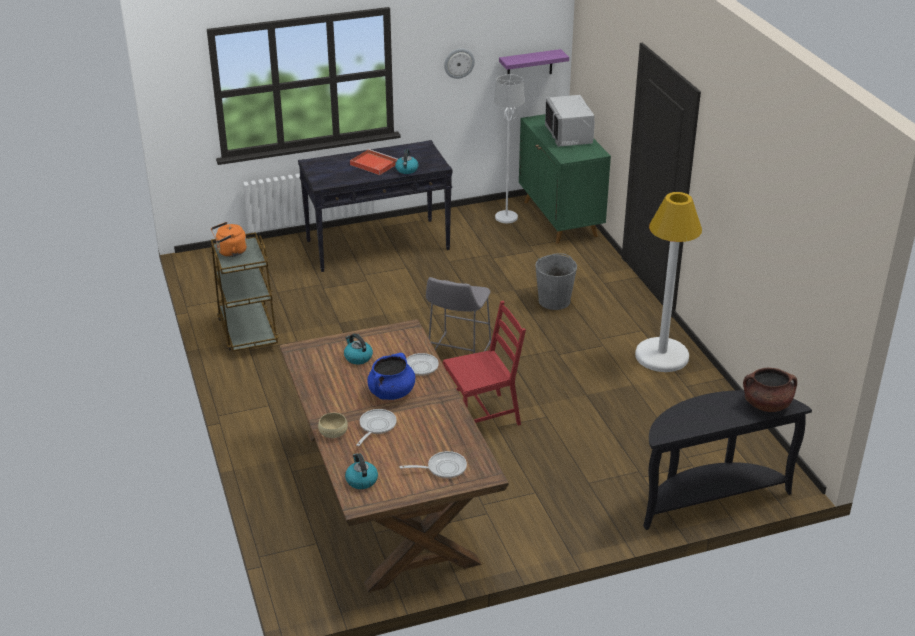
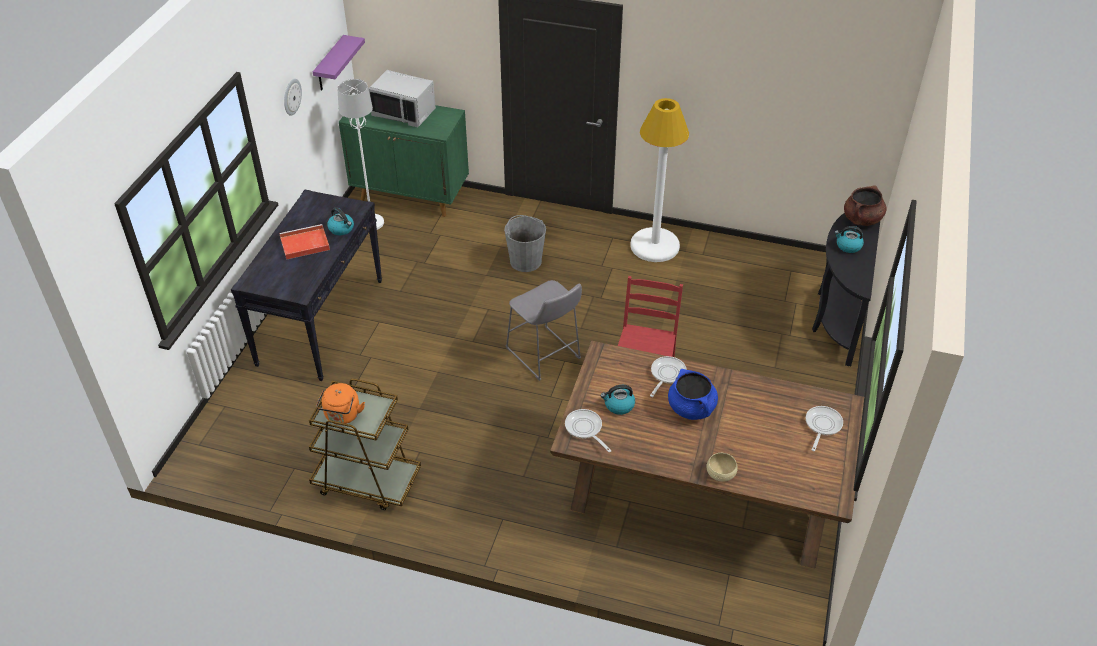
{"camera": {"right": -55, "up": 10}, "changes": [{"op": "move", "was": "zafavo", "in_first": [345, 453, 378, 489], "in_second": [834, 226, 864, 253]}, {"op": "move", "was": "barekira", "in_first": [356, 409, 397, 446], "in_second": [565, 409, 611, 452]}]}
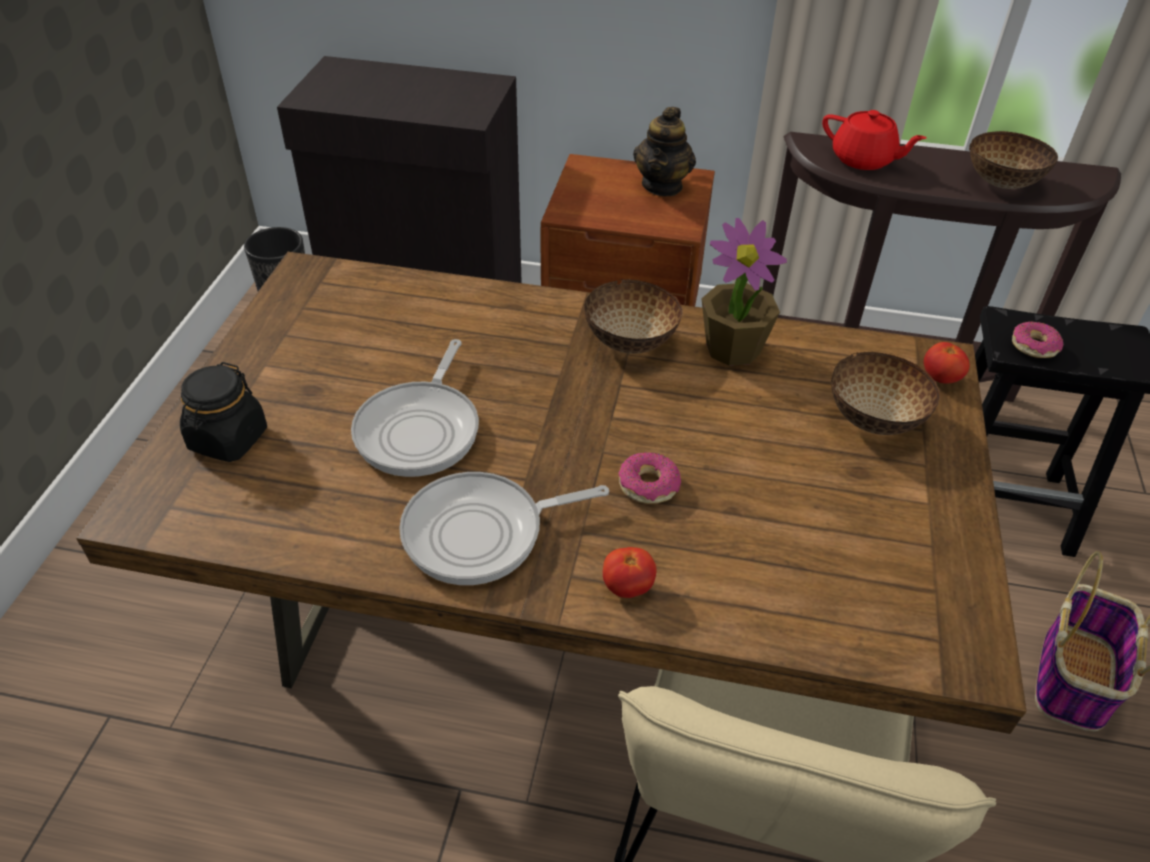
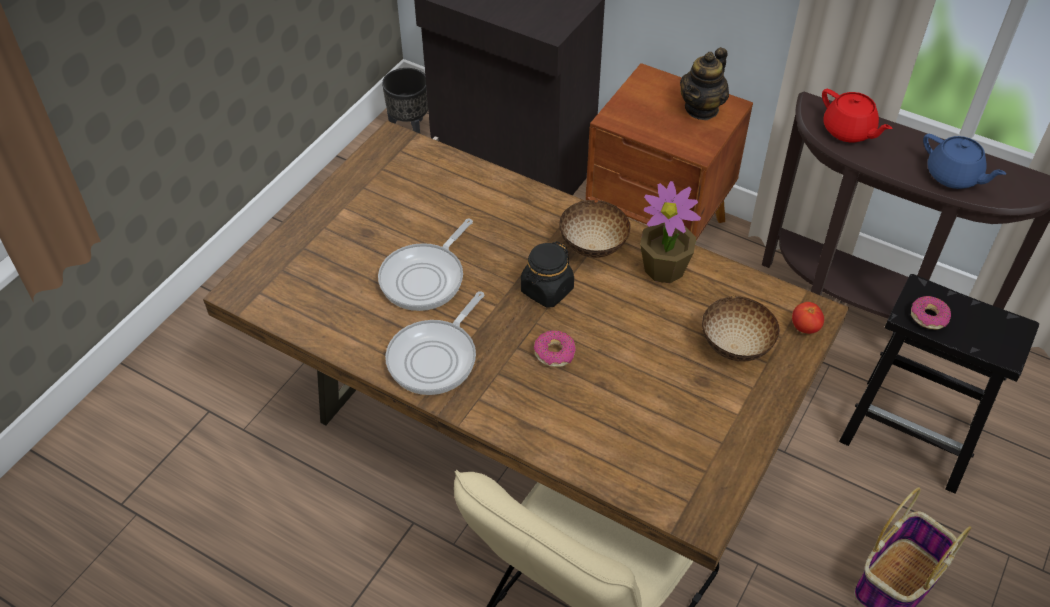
{"camera": {"right": 20, "up": 5}, "changes": [{"op": "delete", "was": "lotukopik", "in_first": [603, 547, 656, 598]}, {"op": "move", "was": "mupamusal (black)", "in_first": [180, 362, 267, 462], "in_second": [521, 241, 574, 308]}, {"op": "replace", "was": "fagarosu", "now": "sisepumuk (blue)", "in_first": [969, 131, 1058, 189], "in_second": [923, 134, 1006, 189]}, {"op": "rotate", "was": "barekira", "in_first": [399, 472, 609, 585], "in_second": [385, 291, 485, 395], "clockwise": -60}]}
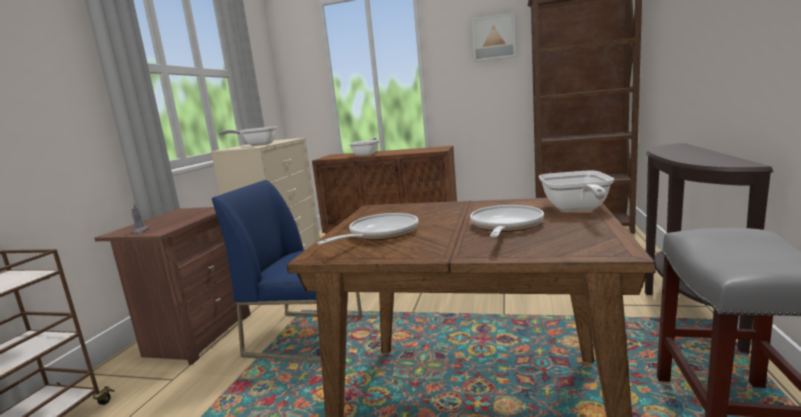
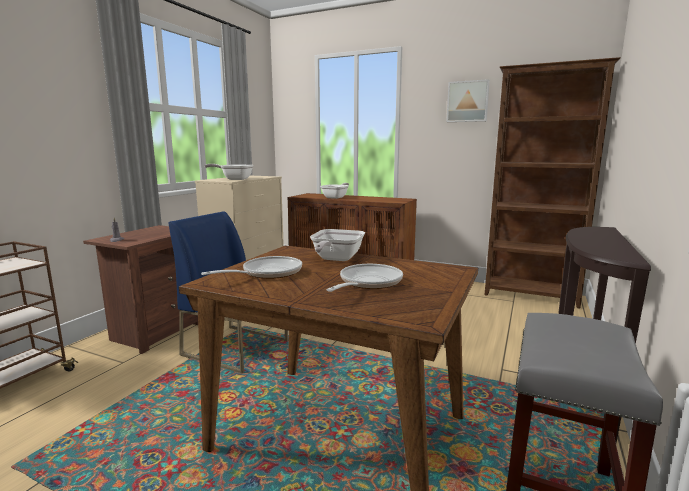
{"camera": {"right": 10, "up": 0}, "changes": [{"op": "move", "was": "barekira", "in_first": [539, 171, 614, 212], "in_second": [310, 229, 365, 261]}]}
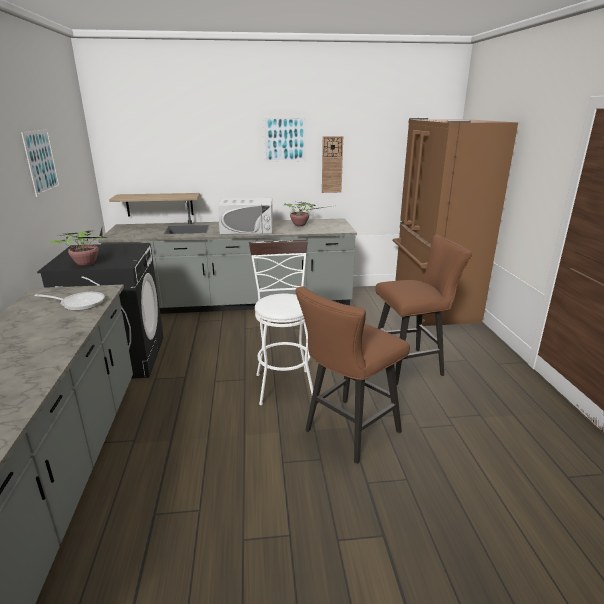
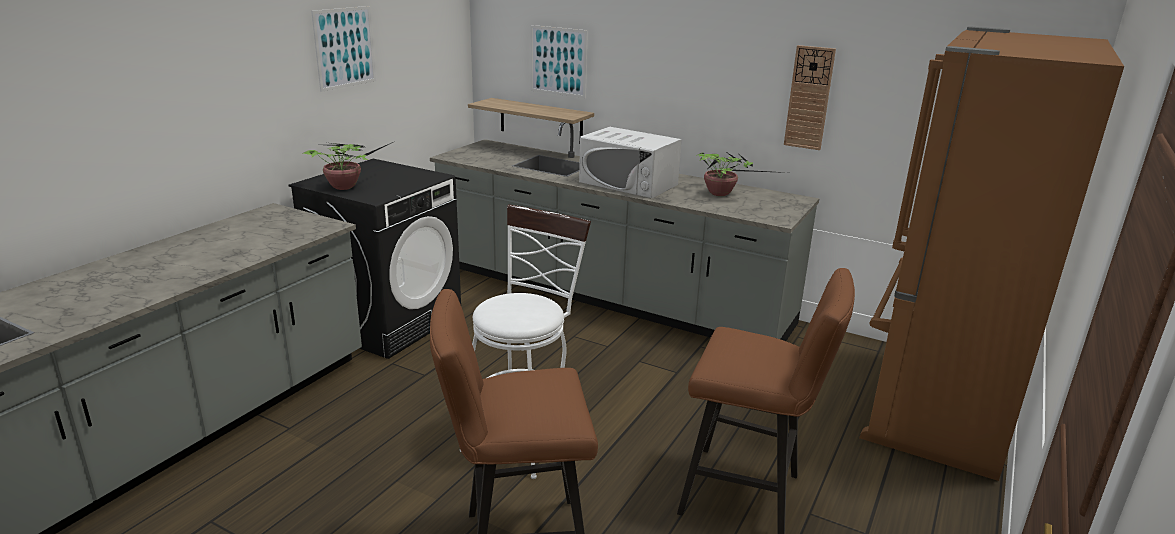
{"camera": {"right": 35, "up": 0}, "changes": [{"op": "delete", "was": "barekira", "in_first": [35, 292, 105, 311]}, {"op": "move", "was": "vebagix", "in_first": [263, 116, 307, 162], "in_second": [530, 25, 588, 98]}]}
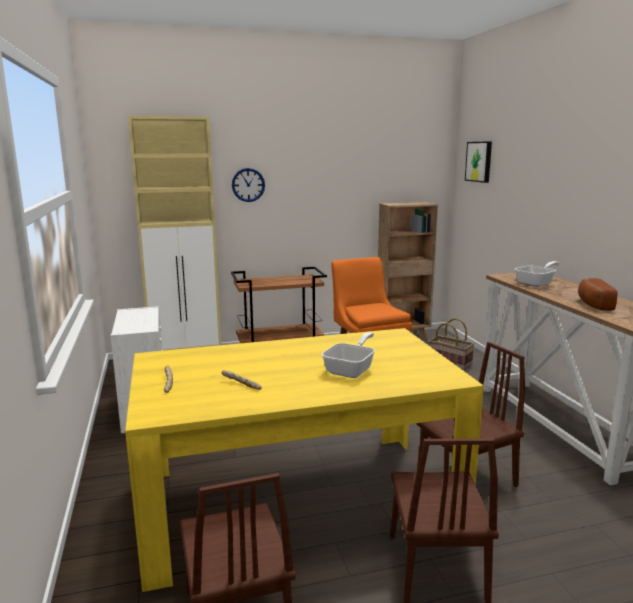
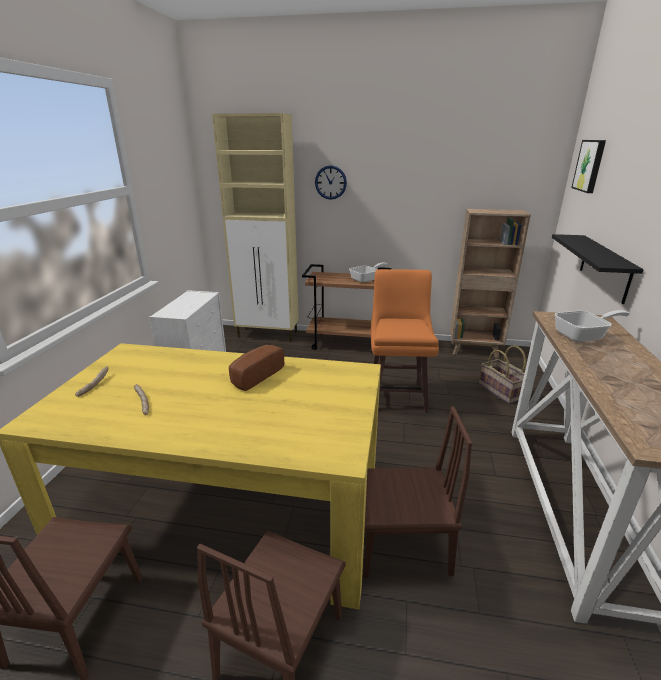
{"camera": {"right": 25, "up": 10}, "changes": [{"op": "insert", "now": "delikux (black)", "in_second": [552, 234, 644, 304]}, {"op": "move", "was": "barekira", "in_first": [322, 332, 375, 378], "in_second": [349, 262, 387, 283]}, {"op": "move", "was": "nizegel", "in_first": [578, 278, 618, 311], "in_second": [229, 345, 284, 391]}]}
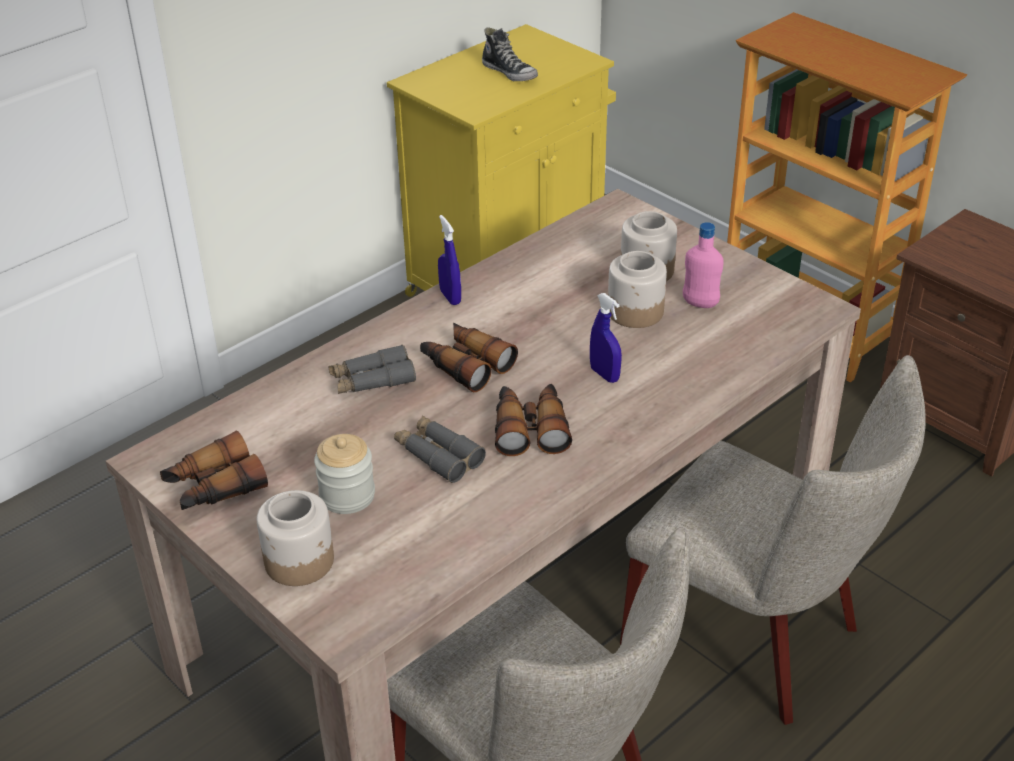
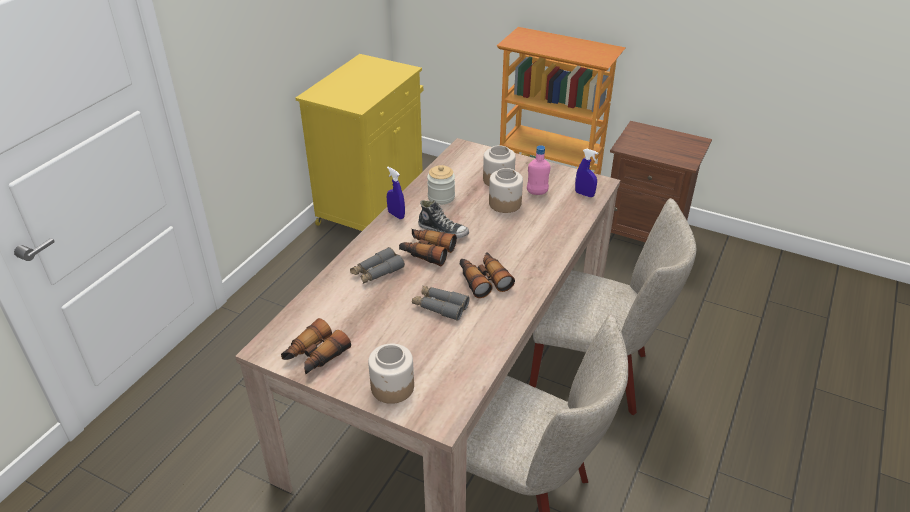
{"camera": {"right": -20, "up": 0}, "changes": [{"op": "move", "was": "mupamusal", "in_first": [314, 434, 375, 514], "in_second": [427, 165, 455, 205]}, {"op": "move", "was": "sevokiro", "in_first": [482, 27, 538, 81], "in_second": [418, 200, 469, 239]}, {"op": "move", "was": "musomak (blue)", "in_first": [590, 293, 622, 383], "in_second": [575, 149, 598, 197]}]}
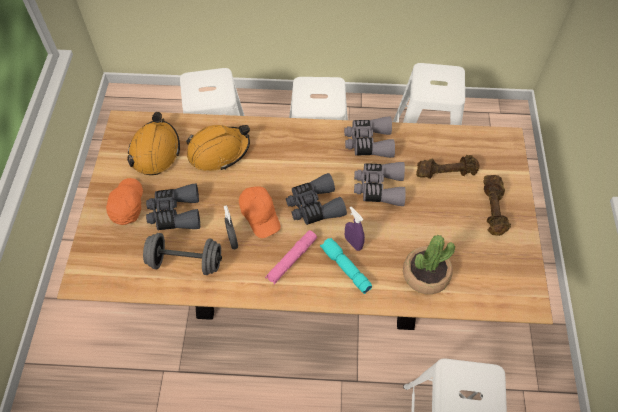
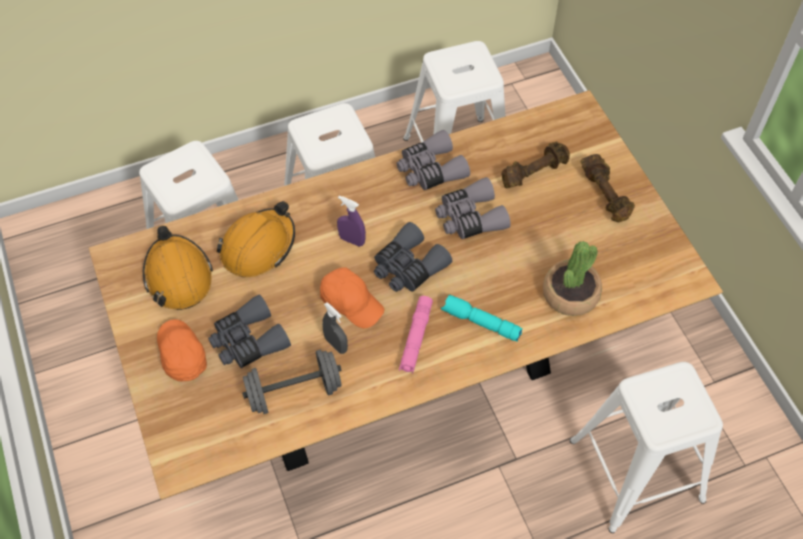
{"camera": {"right": -25, "up": 0}, "changes": [{"op": "move", "was": "musomak (purple)", "in_first": [345, 207, 365, 251], "in_second": [337, 196, 366, 247]}]}
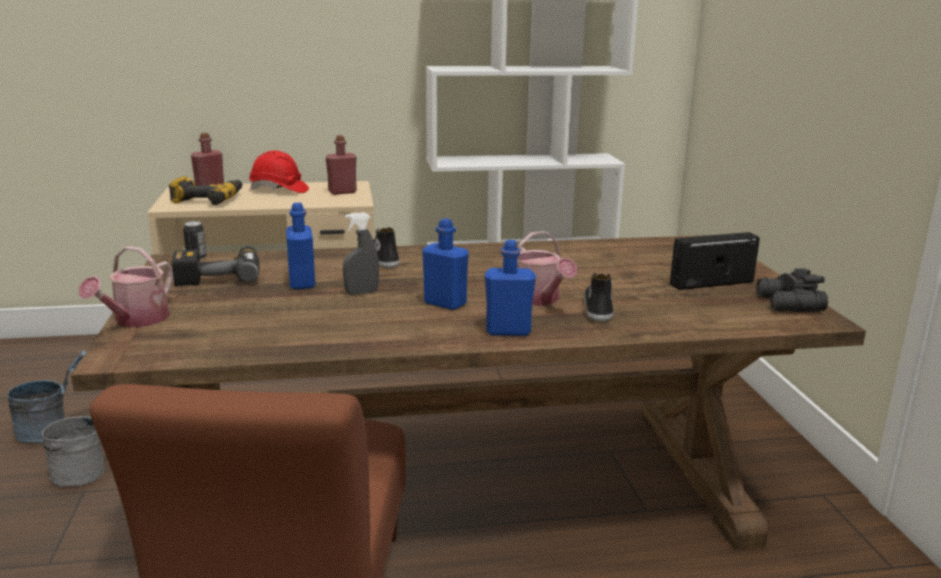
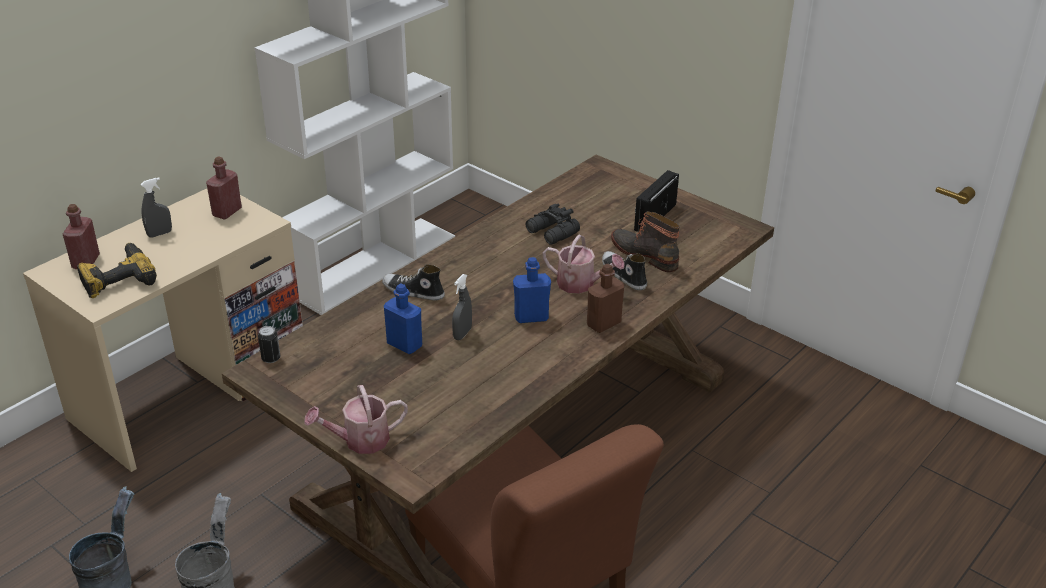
{"camera": {"right": -40, "up": 15}, "changes": [{"op": "delete", "was": "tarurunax", "in_first": [172, 246, 259, 286]}, {"op": "insert", "now": "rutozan", "in_second": [611, 211, 680, 272]}, {"op": "move", "was": "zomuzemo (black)", "in_first": [757, 268, 828, 312], "in_second": [526, 204, 580, 244]}, {"op": "replace", "was": "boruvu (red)", "now": "musomak (grey)", "in_first": [249, 150, 309, 193], "in_second": [140, 177, 172, 238]}, {"op": "recolor", "was": "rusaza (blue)", "now": "rusaza (brown)", "in_first": [485, 240, 536, 336], "in_second": [587, 264, 624, 333]}, {"op": "rotate", "was": "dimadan", "in_first": [79, 246, 173, 327], "in_second": [304, 385, 408, 454], "clockwise": 90}]}
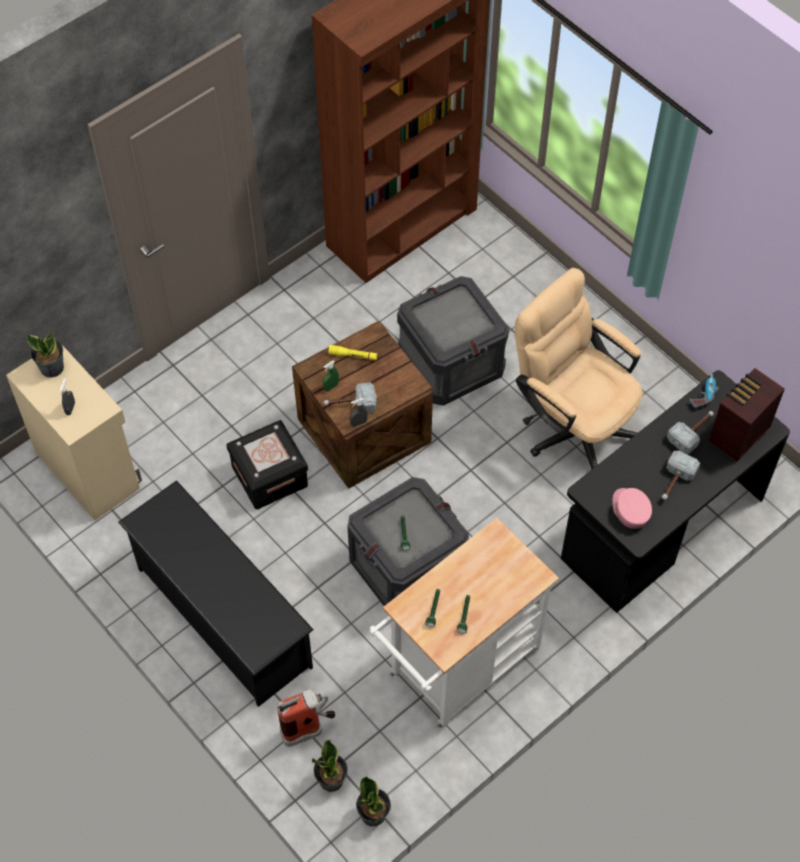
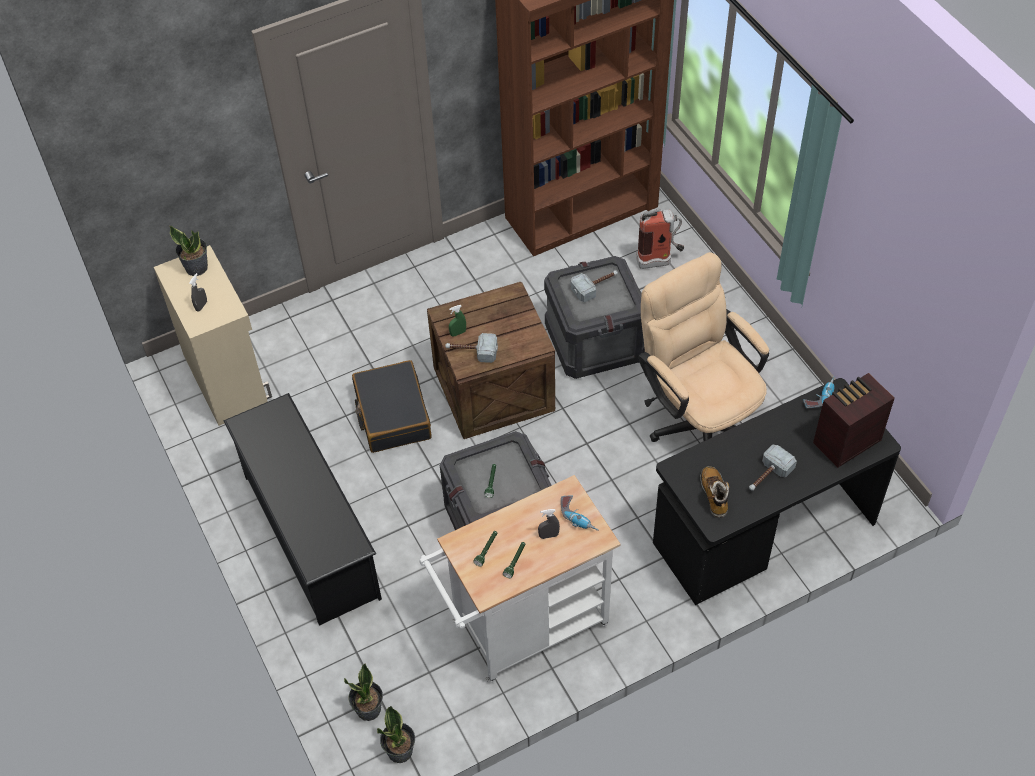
{"camera": {"right": 15, "up": -5}, "changes": [{"op": "delete", "was": "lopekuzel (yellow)", "in_first": [328, 345, 377, 360]}, {"op": "insert", "now": "tarurunax", "in_second": [561, 496, 599, 531]}, {"op": "move", "was": "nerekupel", "in_first": [277, 689, 335, 747], "in_second": [636, 209, 684, 269]}, {"op": "move", "was": "musomak (grey)", "in_first": [349, 398, 368, 427], "in_second": [538, 509, 560, 539]}, {"op": "move", "was": "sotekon", "in_first": [667, 411, 714, 454], "in_second": [571, 270, 618, 302]}, {"op": "replace", "was": "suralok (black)", "now": "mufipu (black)", "in_first": [226, 420, 308, 509], "in_second": [352, 360, 432, 453]}, {"op": "replace", "was": "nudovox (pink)", "now": "rutozan", "in_first": [612, 488, 652, 529], "in_second": [701, 466, 730, 518]}]}
